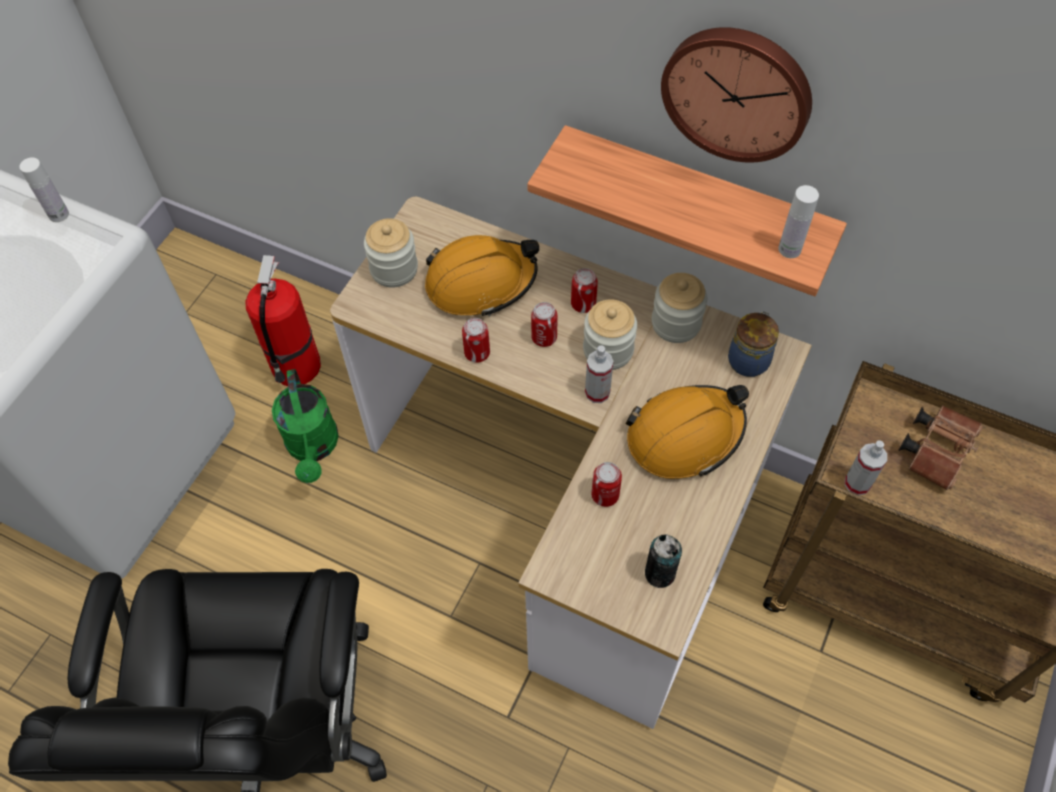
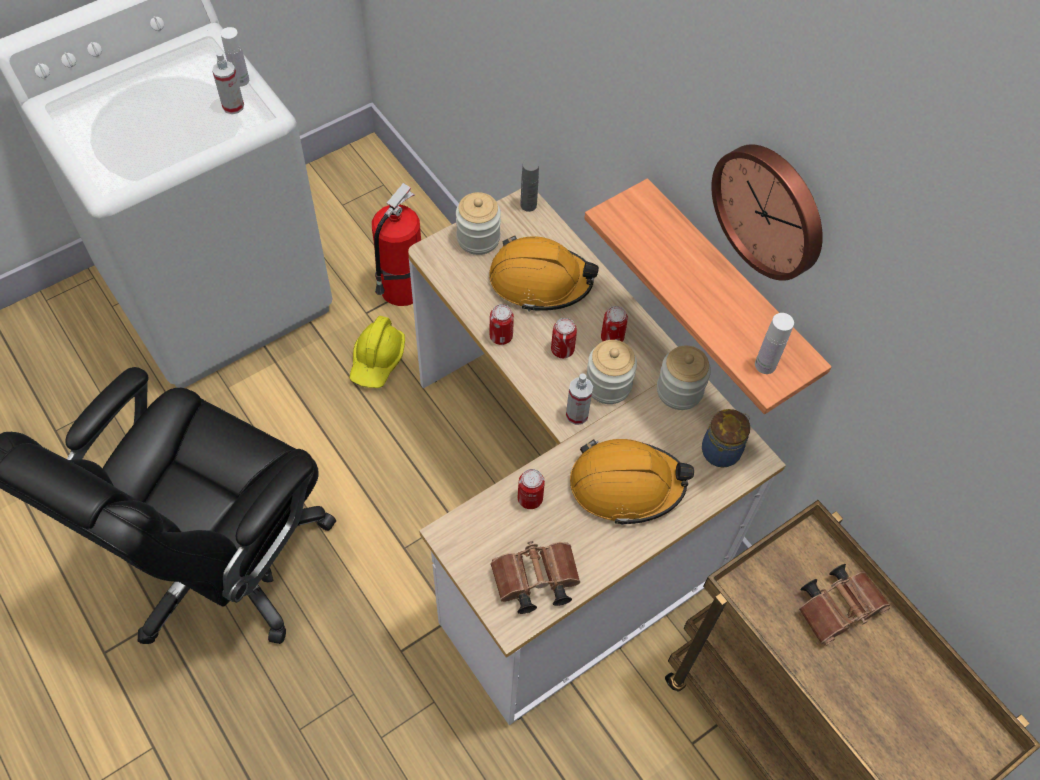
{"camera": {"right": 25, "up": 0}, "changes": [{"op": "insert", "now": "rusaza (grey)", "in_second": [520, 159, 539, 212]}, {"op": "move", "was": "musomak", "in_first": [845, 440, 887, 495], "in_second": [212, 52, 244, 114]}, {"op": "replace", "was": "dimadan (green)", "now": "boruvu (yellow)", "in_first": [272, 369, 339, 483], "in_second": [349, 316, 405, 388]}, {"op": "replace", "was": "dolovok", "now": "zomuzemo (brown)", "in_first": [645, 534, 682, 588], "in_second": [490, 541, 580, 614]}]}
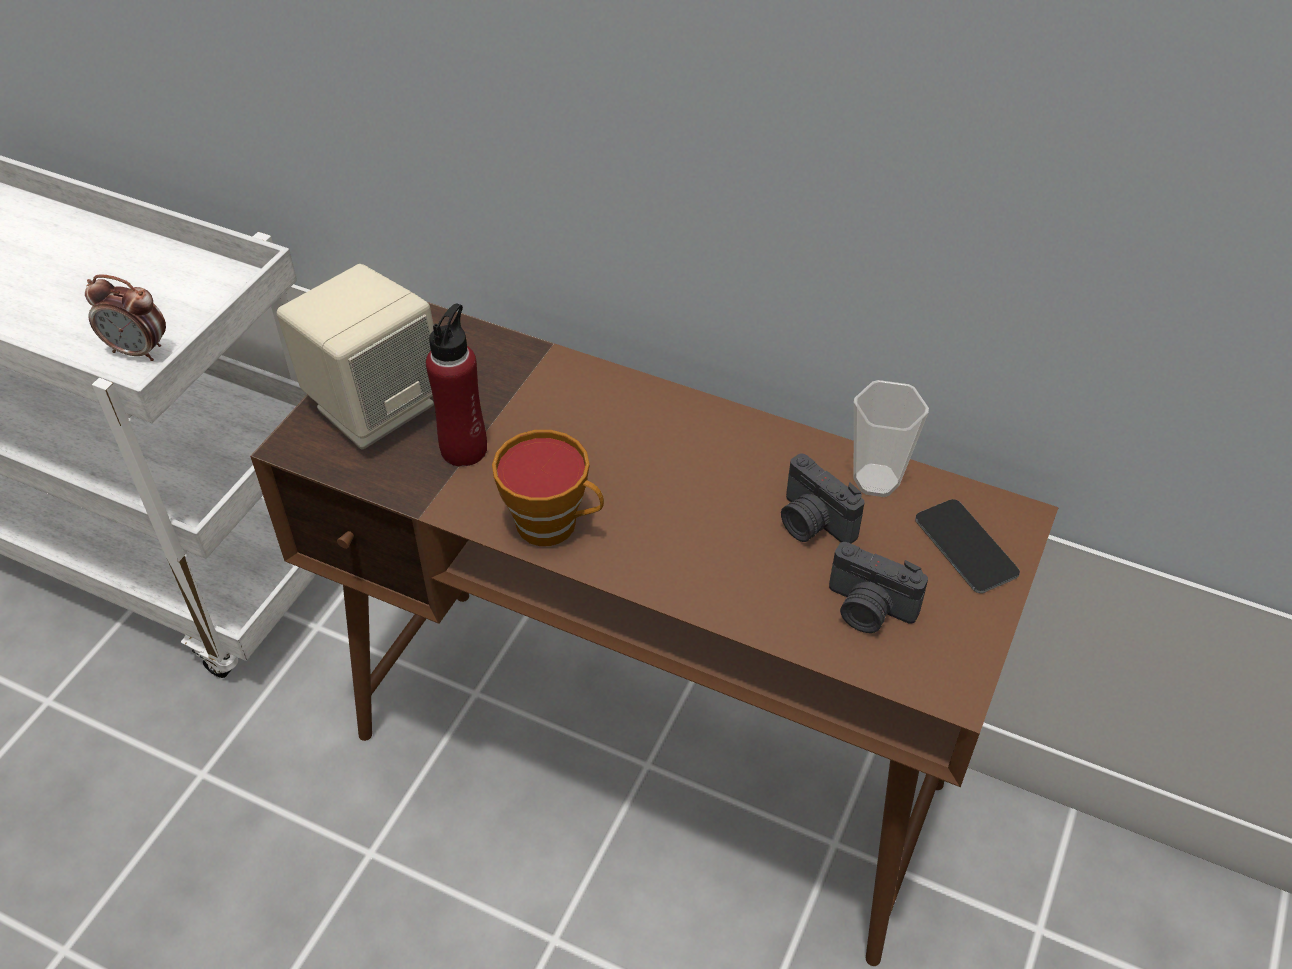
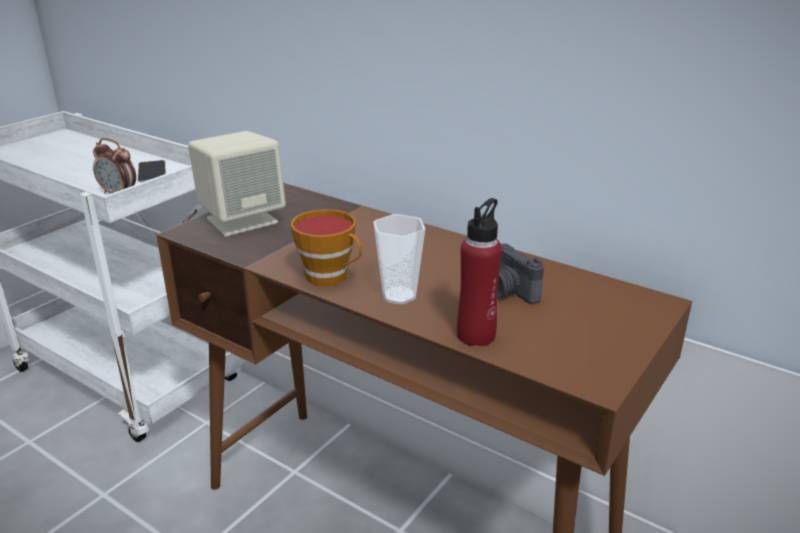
{"camera": {"right": 10, "up": -20}, "changes": [{"op": "delete", "was": "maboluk", "in_first": [829, 542, 928, 633]}, {"op": "move", "was": "rusaza (red)", "in_first": [426, 303, 487, 467], "in_second": [457, 198, 502, 347]}, {"op": "move", "was": "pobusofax", "in_first": [854, 380, 929, 497], "in_second": [373, 214, 425, 305]}, {"op": "move", "was": "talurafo", "in_first": [915, 499, 1020, 593], "in_second": [138, 160, 166, 182]}]}
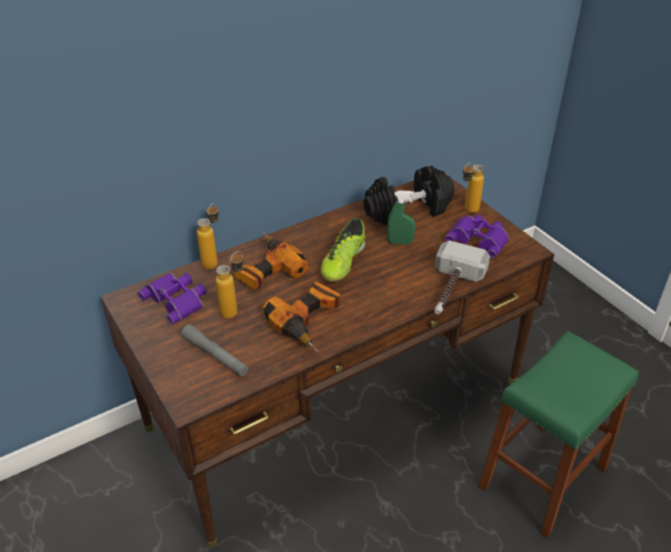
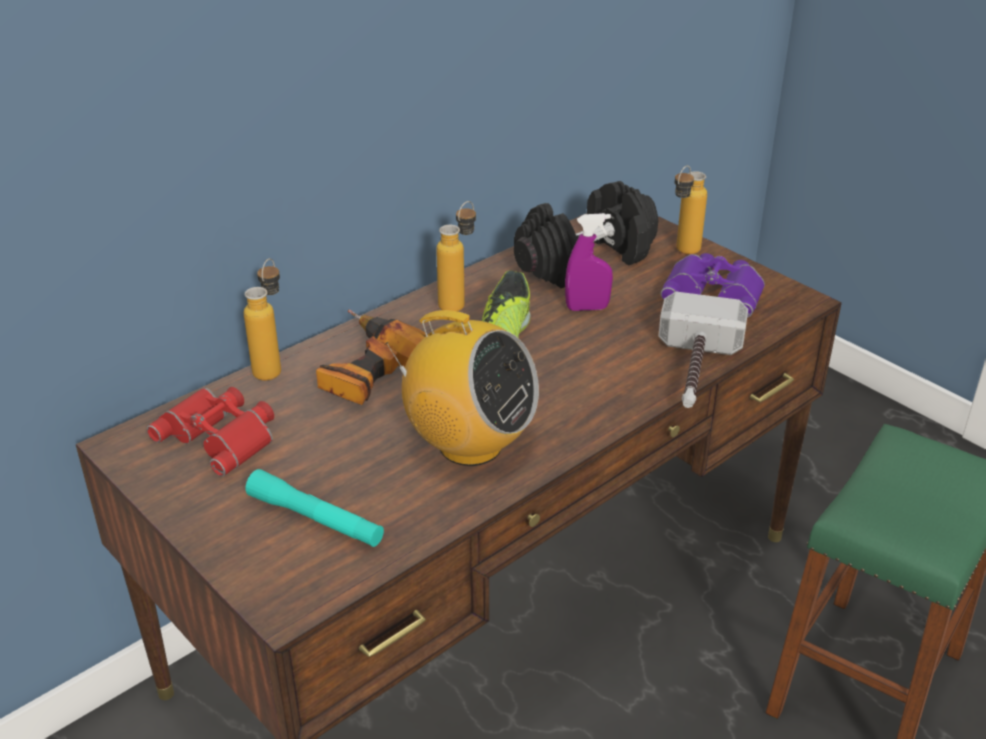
{"camera": {"right": -10, "up": -5}, "changes": [{"op": "move", "was": "rusaza", "in_first": [216, 251, 243, 318], "in_second": [436, 201, 476, 311]}, {"op": "replace", "was": "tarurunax", "now": "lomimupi", "in_first": [263, 281, 340, 353], "in_second": [385, 310, 539, 466]}, {"op": "recolor", "was": "zomuzemo (purple)", "now": "zomuzemo (red)", "in_first": [138, 272, 207, 325], "in_second": [147, 387, 274, 476]}, {"op": "recolor", "was": "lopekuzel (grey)", "now": "lopekuzel (turquoise)", "in_first": [181, 324, 249, 376], "in_second": [246, 469, 384, 547]}, {"op": "recolor", "was": "musomak (green)", "now": "musomak (purple)", "in_first": [387, 191, 415, 244], "in_second": [565, 213, 613, 311]}]}
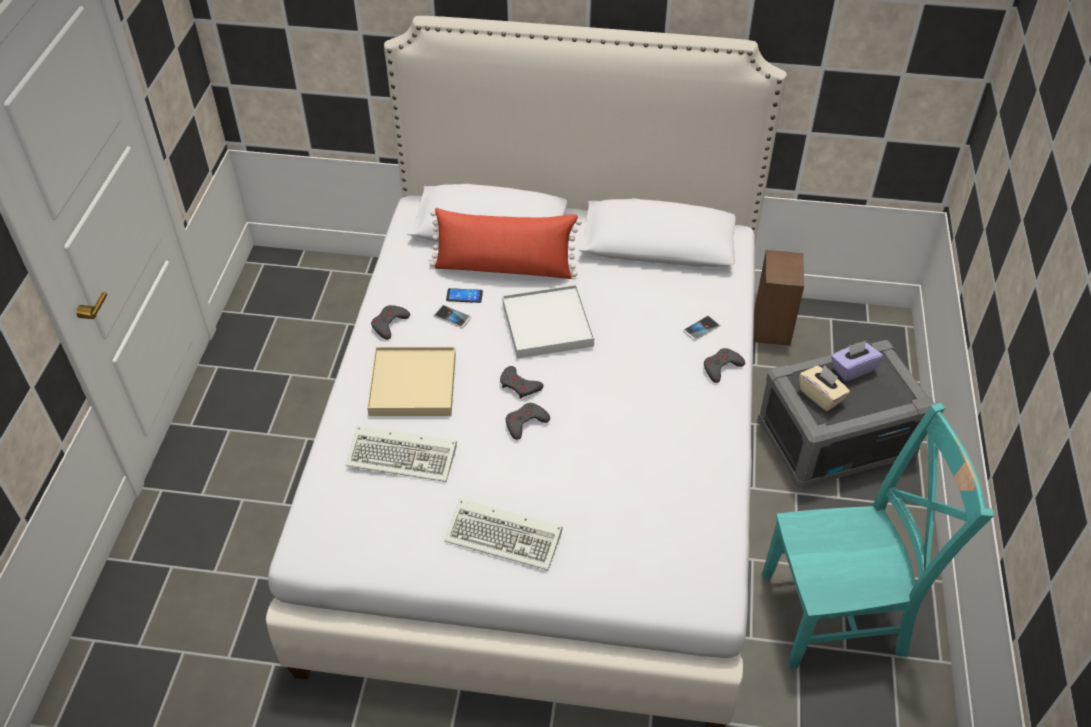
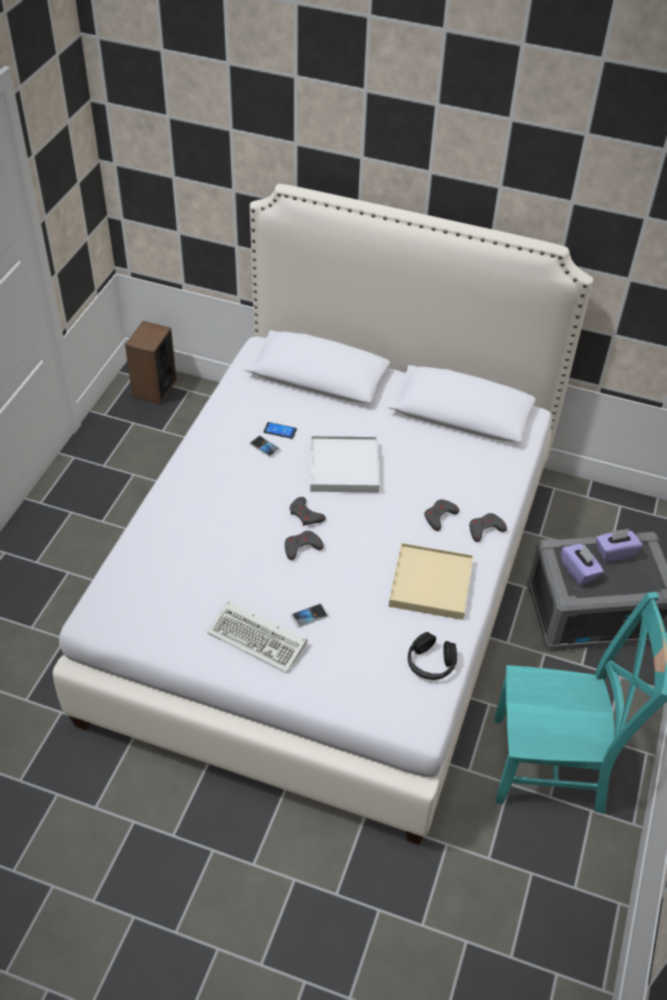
{"camera": {"right": 10, "up": 0}, "changes": [{"op": "delete", "was": "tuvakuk", "in_first": [346, 425, 457, 482]}, {"op": "delete", "was": "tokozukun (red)", "in_first": [430, 208, 582, 279]}, {"op": "insert", "now": "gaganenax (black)", "in_second": [408, 632, 457, 680]}, {"op": "move", "was": "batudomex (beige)", "in_first": [367, 347, 456, 416], "in_second": [389, 543, 473, 620]}, {"op": "move", "was": "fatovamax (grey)", "in_first": [371, 305, 410, 340], "in_second": [424, 499, 460, 531]}, {"op": "move", "was": "talurafo", "in_first": [683, 315, 720, 341], "in_second": [291, 603, 329, 628]}, {"op": "move", "was": "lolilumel", "in_first": [754, 250, 804, 346], "in_second": [125, 321, 177, 405]}, {"op": "recolor", "was": "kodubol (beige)", "now": "kodubol (purple)", "in_first": [799, 365, 850, 411], "in_second": [561, 544, 604, 585]}]}
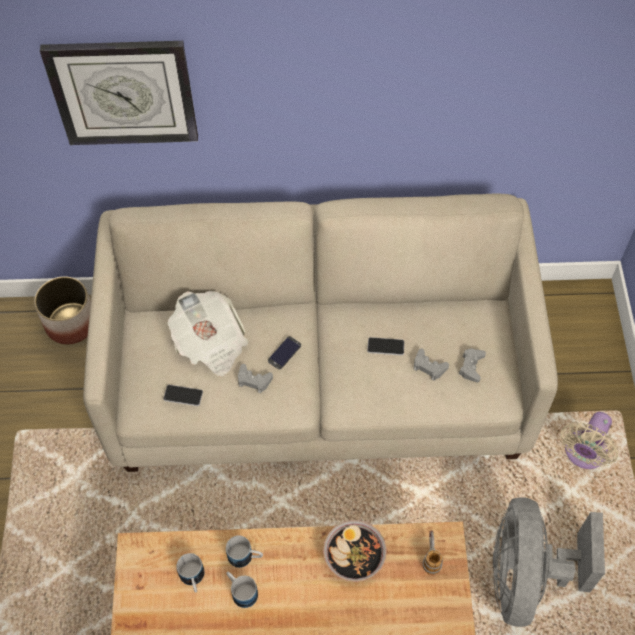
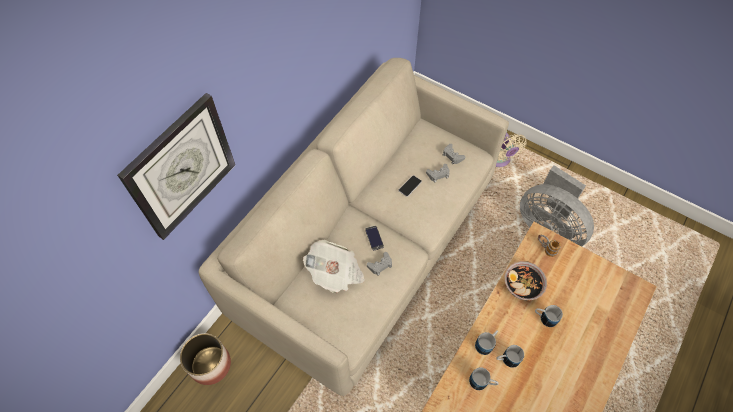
{"camera": {"right": -55, "up": 0}, "changes": [{"op": "delete", "was": "talurafo", "in_first": [163, 385, 203, 406]}, {"op": "insert", "now": "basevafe", "in_second": [535, 305, 563, 327]}]}
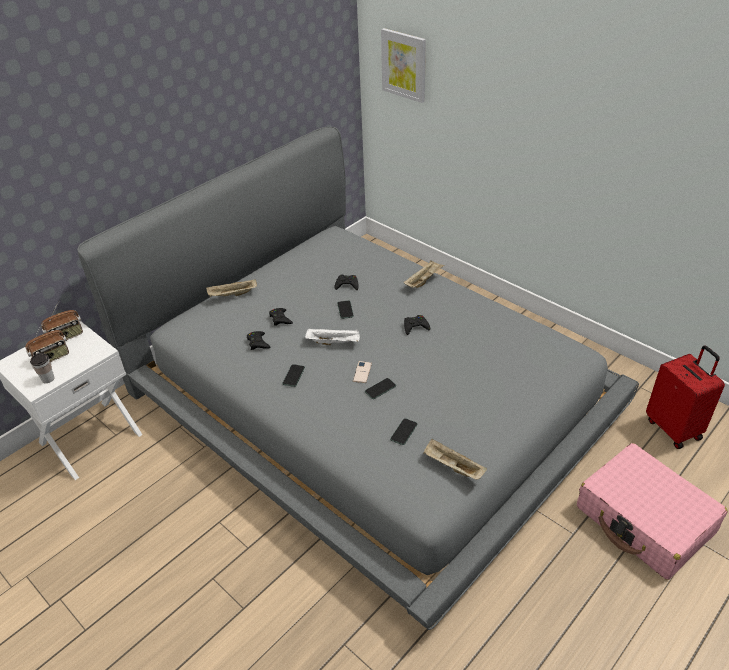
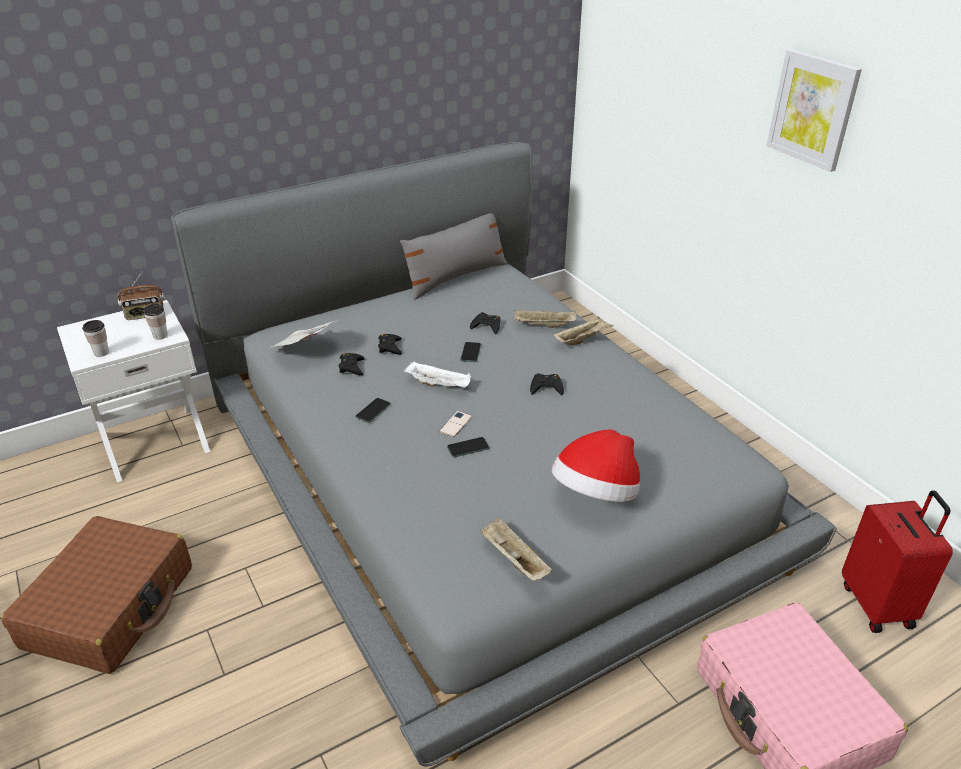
{"camera": {"right": 15, "up": -5}, "changes": [{"op": "delete", "was": "lomimupi", "in_first": [25, 322, 69, 362]}, {"op": "delete", "was": "talurafo", "in_first": [390, 418, 418, 445]}, {"op": "insert", "now": "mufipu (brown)", "in_second": [1, 516, 192, 674]}, {"op": "insert", "now": "pobusofax", "in_second": [143, 304, 168, 340]}, {"op": "insert", "now": "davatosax", "in_second": [271, 321, 335, 348]}, {"op": "insert", "now": "tokozukun (grey)", "in_second": [400, 213, 507, 300]}, {"op": "insert", "now": "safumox", "in_second": [552, 429, 640, 502]}, {"op": "move", "was": "batudomex (beige)", "in_first": [206, 279, 257, 297], "in_second": [514, 310, 576, 328]}, {"op": "move", "was": "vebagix", "in_first": [381, 28, 426, 103], "in_second": [767, 49, 862, 172]}]}
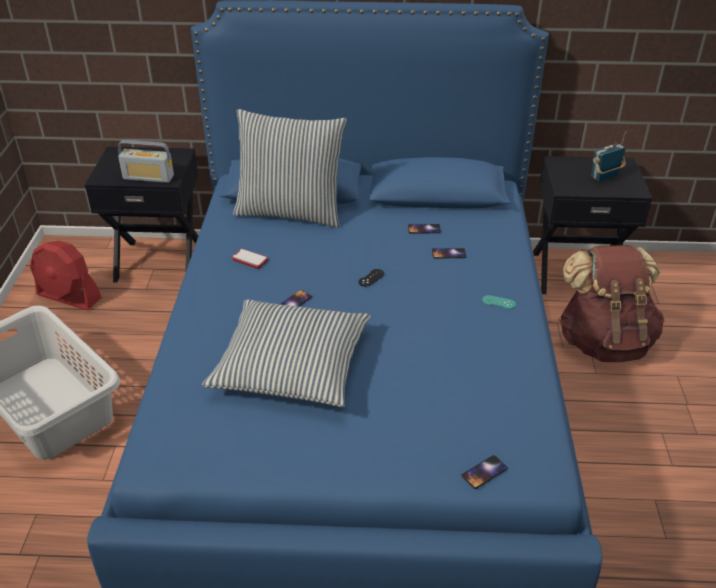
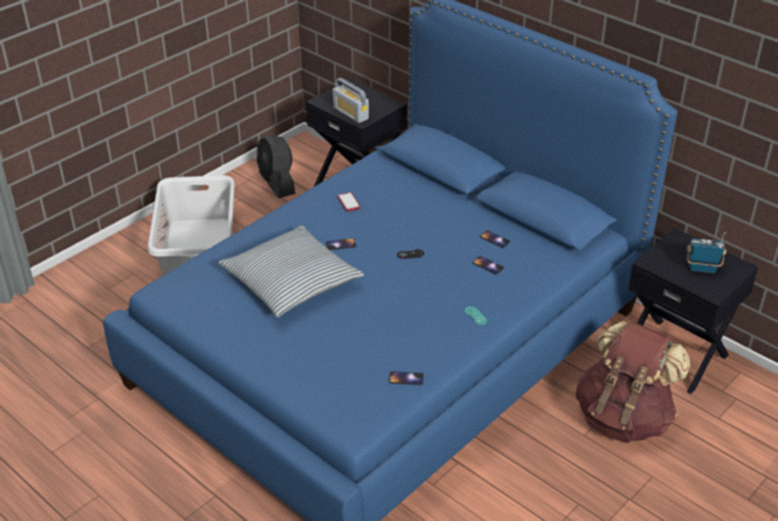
{"camera": {"right": 40, "up": 0}, "changes": [{"op": "delete", "was": "tokozukun", "in_first": [233, 109, 346, 228]}, {"op": "move", "was": "talurafo", "in_first": [461, 455, 508, 489], "in_second": [389, 371, 423, 385]}, {"op": "recolor", "was": "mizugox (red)", "now": "mizugox (black)", "in_first": [30, 241, 102, 311], "in_second": [257, 135, 295, 198]}]}
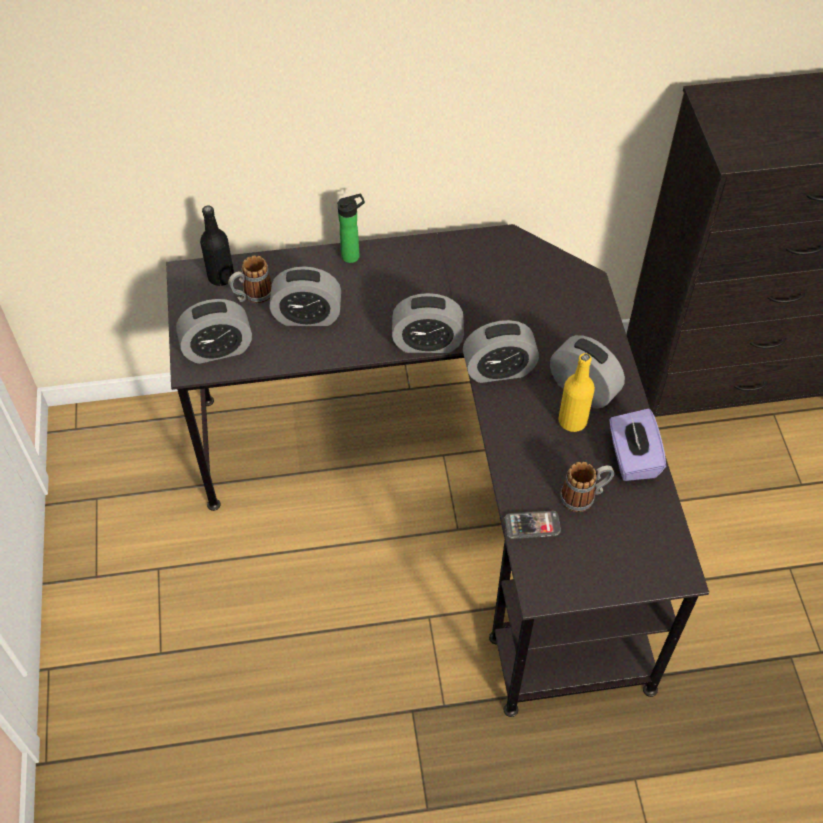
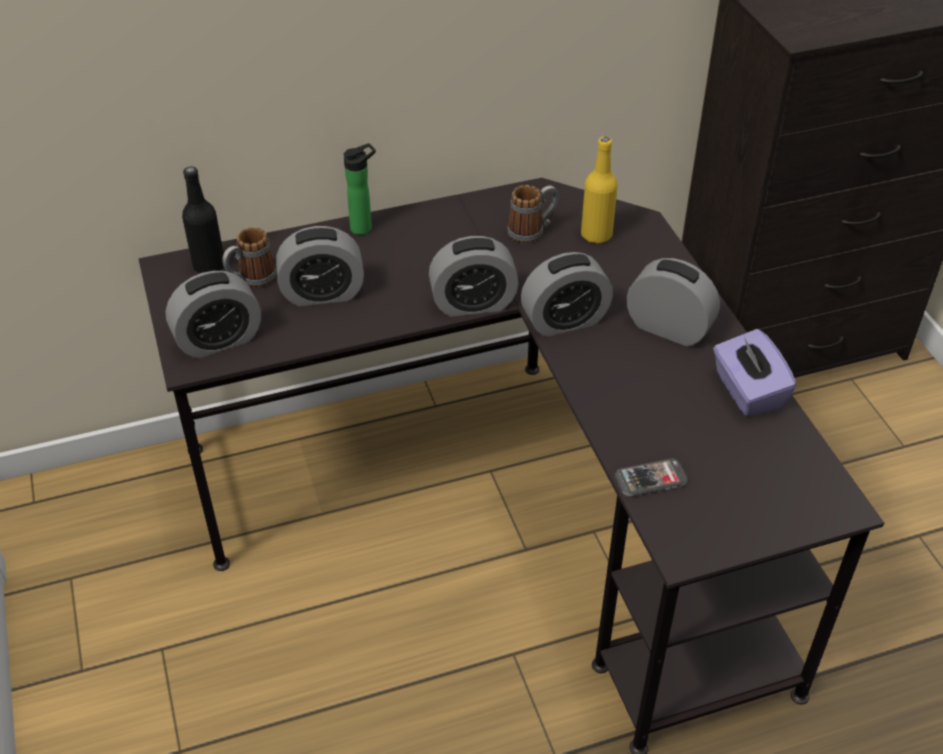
{"camera": {"right": -10, "up": -10}, "changes": [{"op": "move", "was": "rusaza (yellow)", "in_first": [558, 353, 595, 432], "in_second": [581, 136, 618, 243]}, {"op": "move", "was": "basevafe", "in_first": [560, 462, 614, 512], "in_second": [507, 185, 559, 244]}]}
